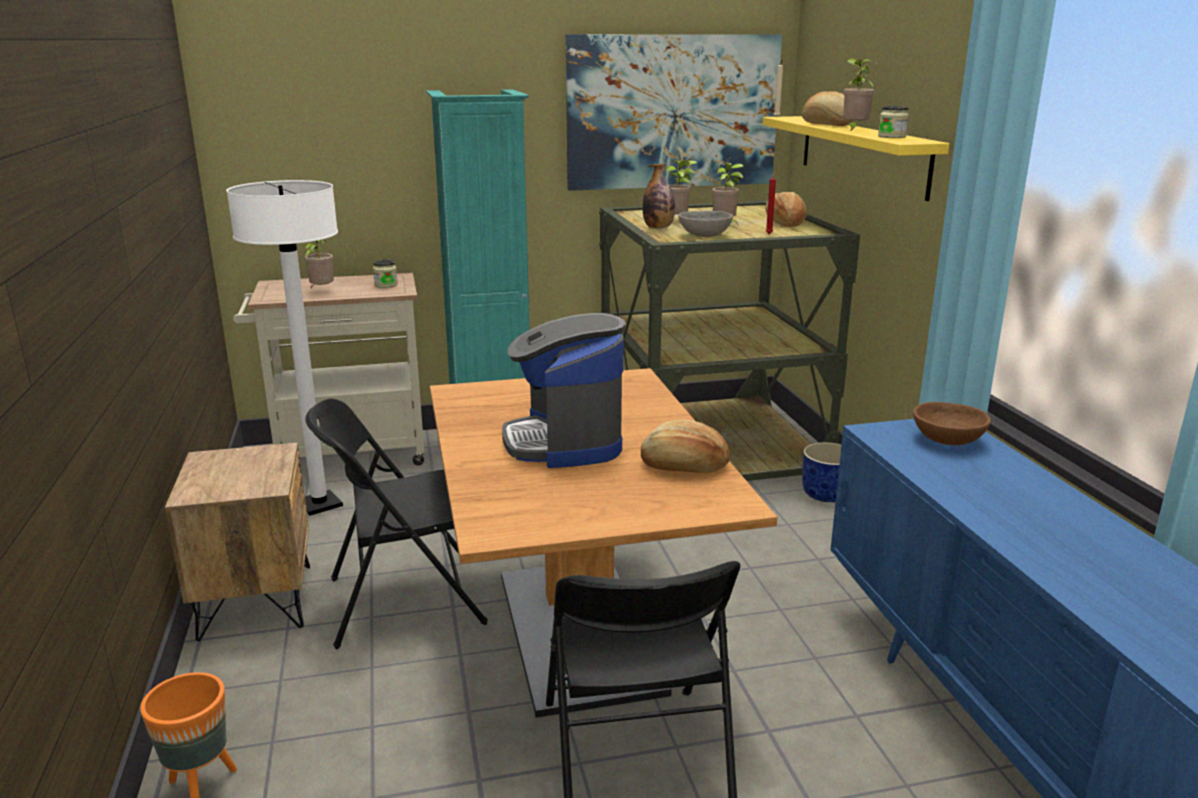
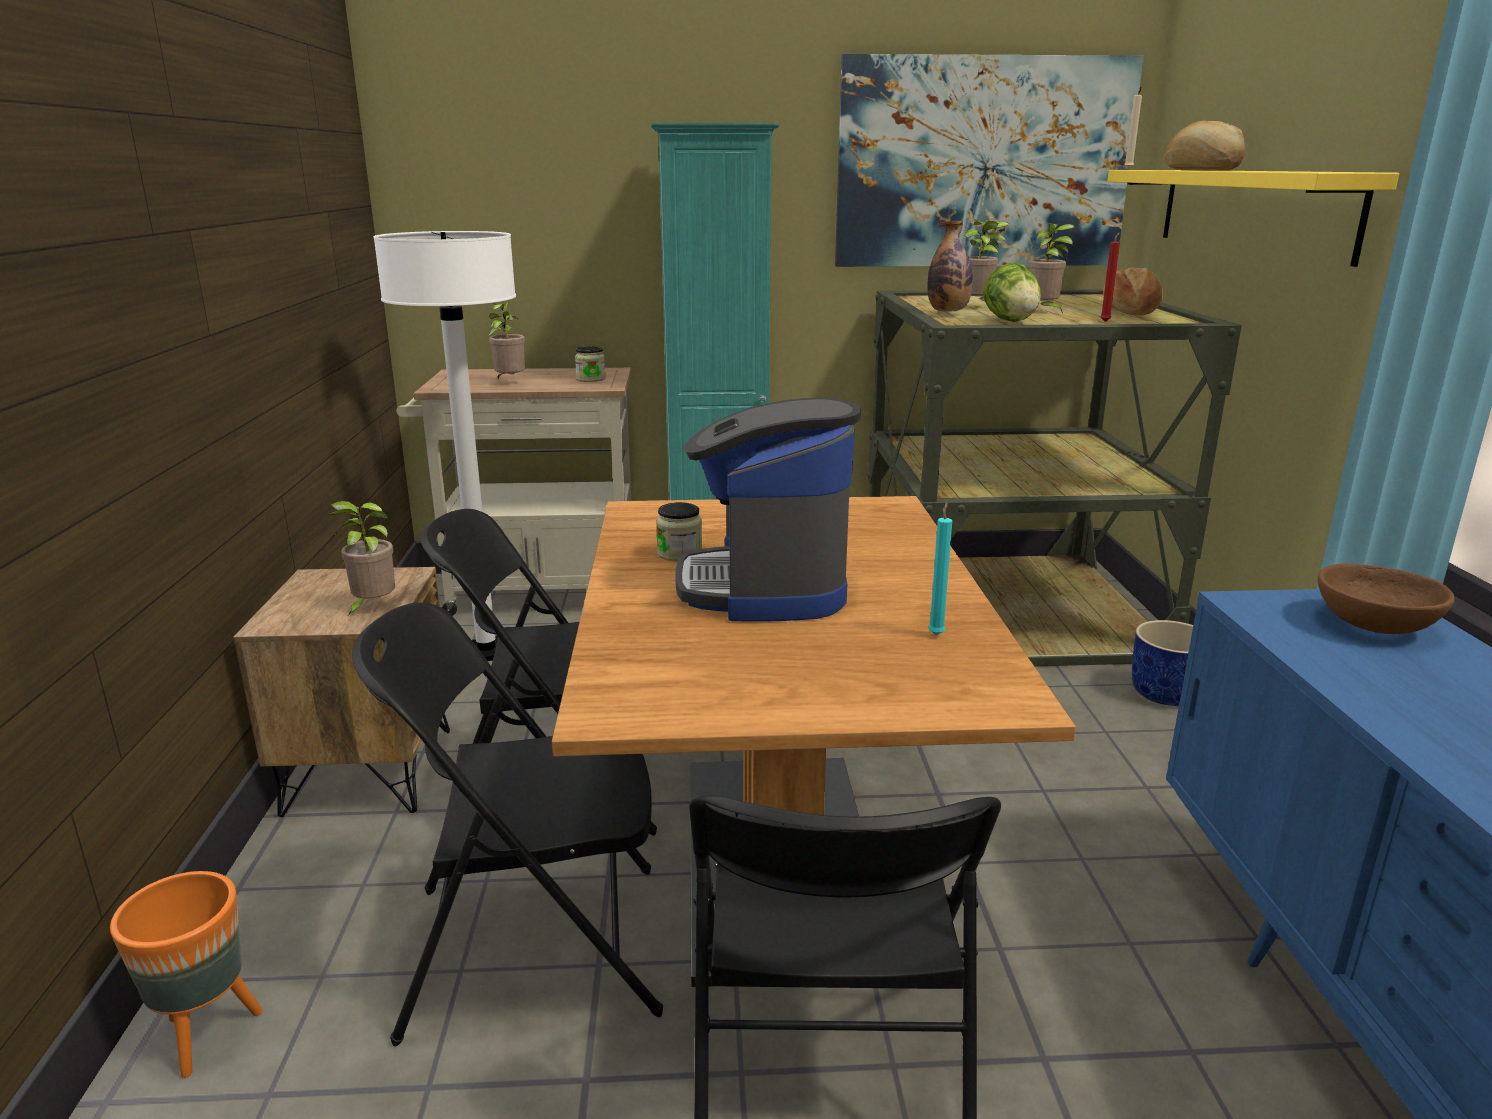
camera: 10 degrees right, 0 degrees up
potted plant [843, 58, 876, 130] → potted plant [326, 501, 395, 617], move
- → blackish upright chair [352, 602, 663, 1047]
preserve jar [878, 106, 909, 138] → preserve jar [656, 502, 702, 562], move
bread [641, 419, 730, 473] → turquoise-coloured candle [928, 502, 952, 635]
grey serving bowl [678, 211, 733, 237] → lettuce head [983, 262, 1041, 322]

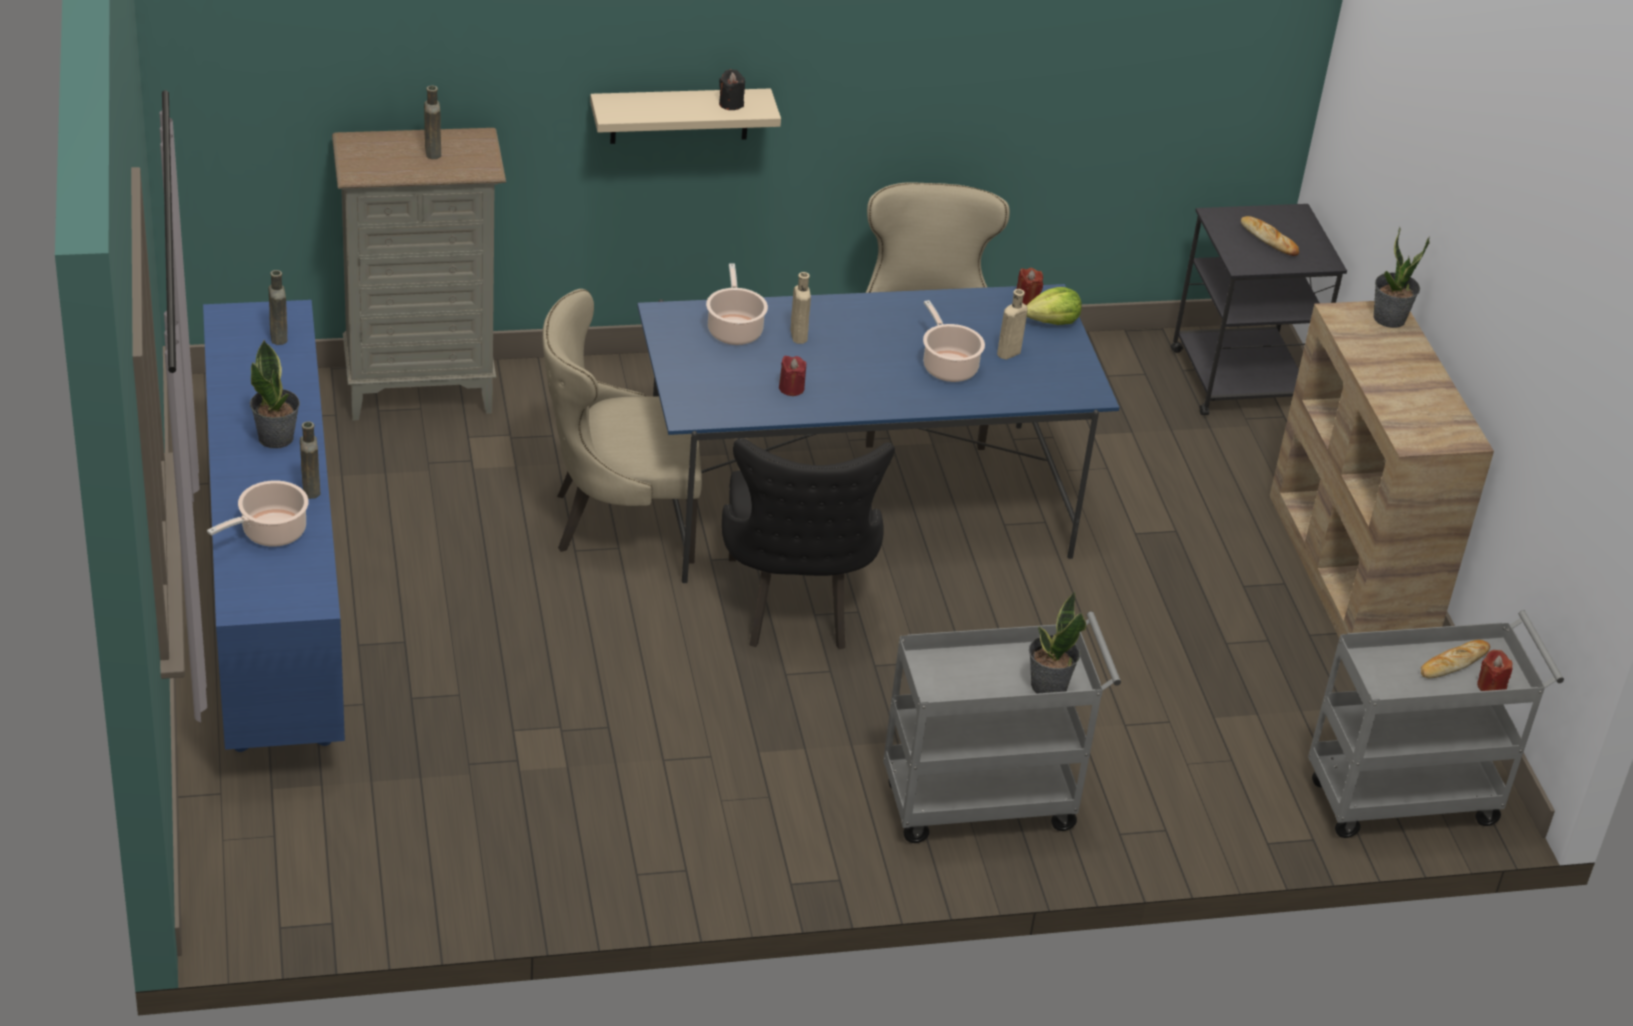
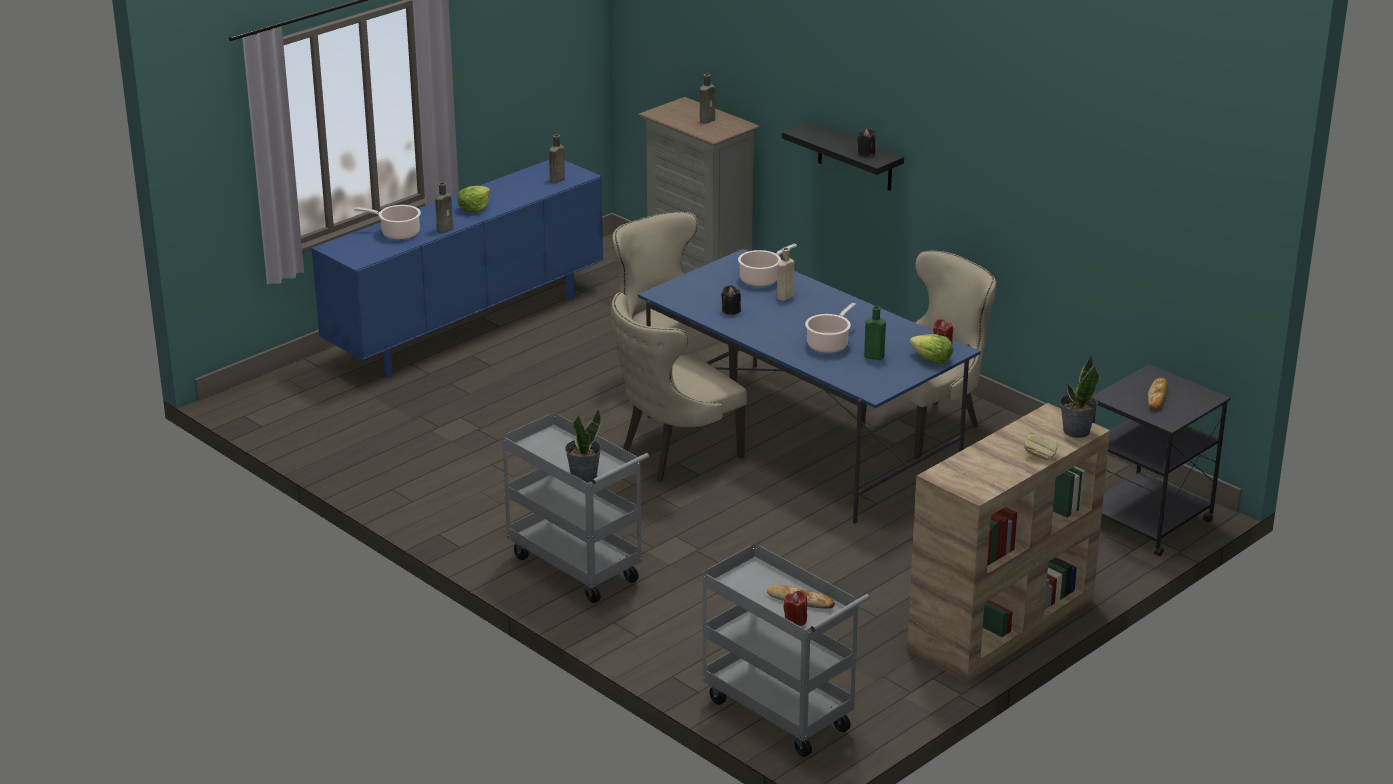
camera: 60 degrees right, 10 degrees down
potted plant [250, 340, 300, 448] → lettuce head [457, 186, 490, 213]
blackish upright chair [722, 438, 895, 649] → sand-coloured upright chair [611, 292, 747, 482]
red-coloured candle [779, 356, 806, 396] → blackish candle [721, 286, 741, 315]
sand-coloured wall shelf [590, 88, 781, 144] → blackish wall shelf [782, 122, 904, 191]
sand-coloured bottle [997, 289, 1028, 360] → greenish bottle [864, 306, 886, 360]
- → bread [1024, 433, 1058, 460]

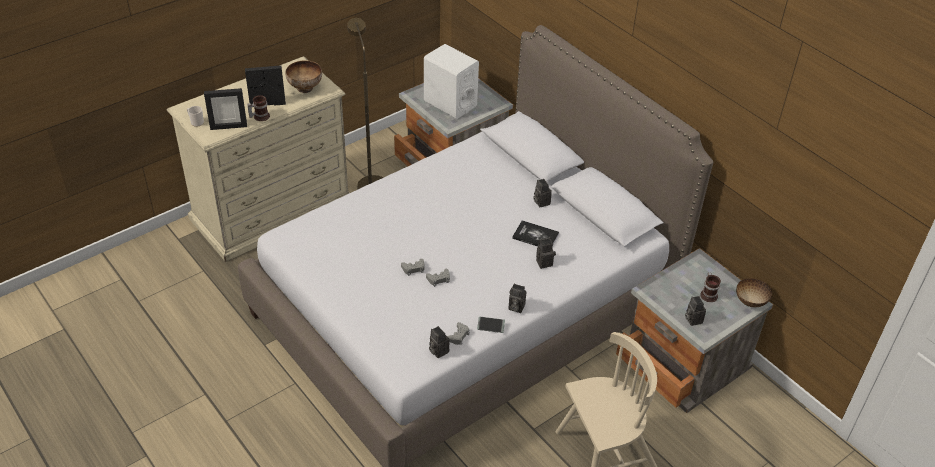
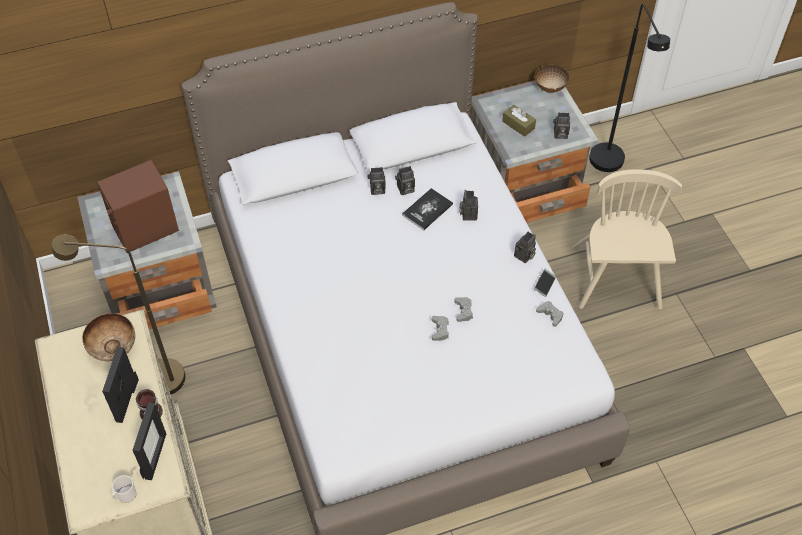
camera: 70 degrees left, 10 degrees up
whitish speaker [424, 44, 479, 119] → brown speaker [97, 160, 179, 253]
photo camera [429, 326, 449, 358] → photo camera [395, 166, 415, 195], move
- → brown tissue box [502, 105, 536, 137]
- → blackish standing lamp [589, 3, 670, 172]
mug [700, 273, 721, 302] → -

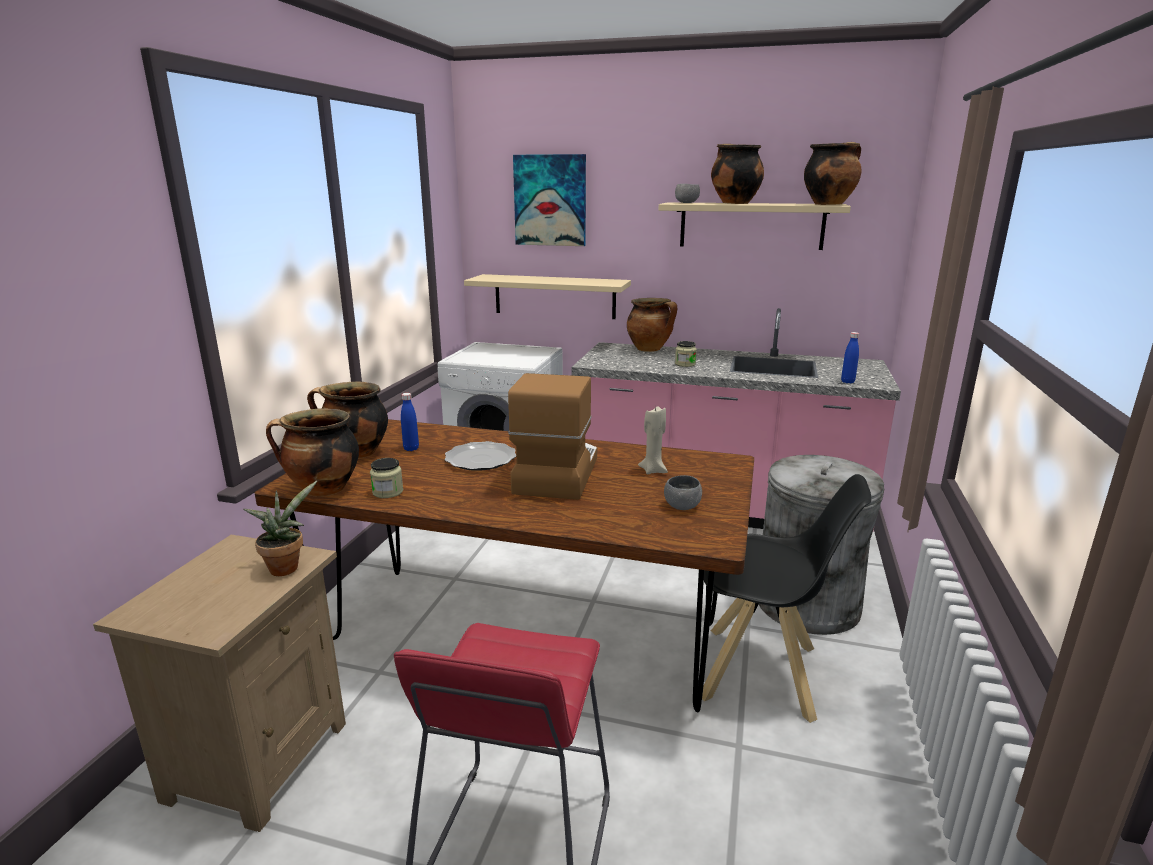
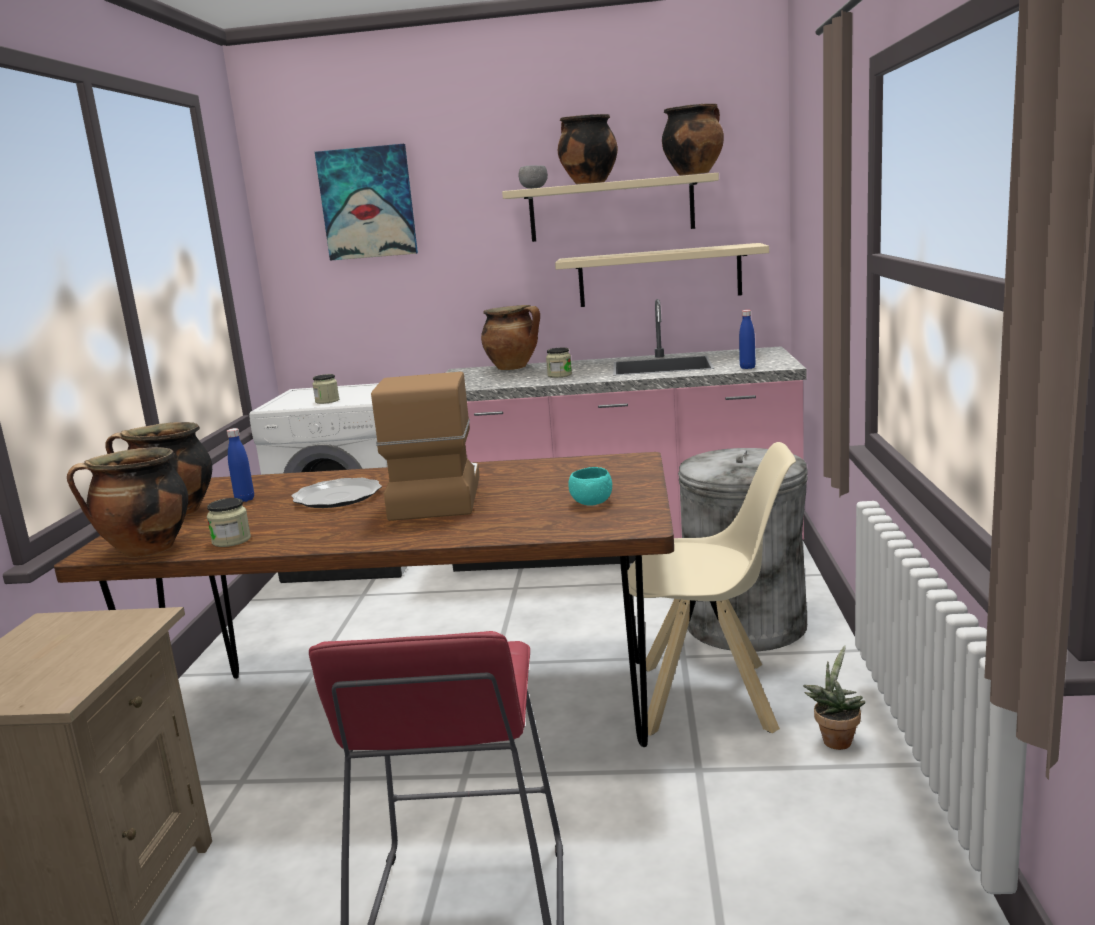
camera: 10 degrees left, 5 degrees down
- → preserve jar [312, 374, 339, 404]
sand-coloured wall shelf [464, 274, 631, 319] → sand-coloured wall shelf [555, 243, 769, 307], move
grey serving bowl [664, 475, 702, 510] → turquoise-coloured serving bowl [568, 467, 612, 506]
blackish upright chair [702, 474, 871, 723] → sand-coloured upright chair [627, 442, 796, 736]
potted plant [243, 481, 317, 576] → potted plant [803, 646, 866, 750], move
sand-coloured candle [638, 406, 668, 474] → -

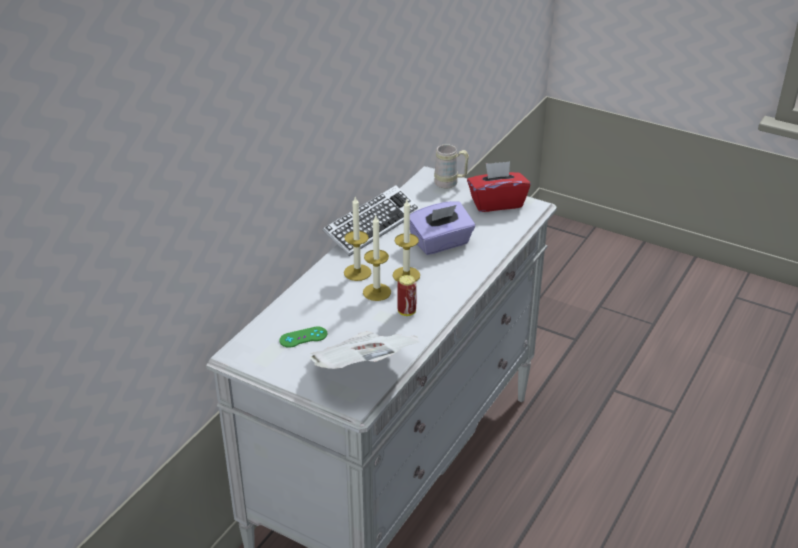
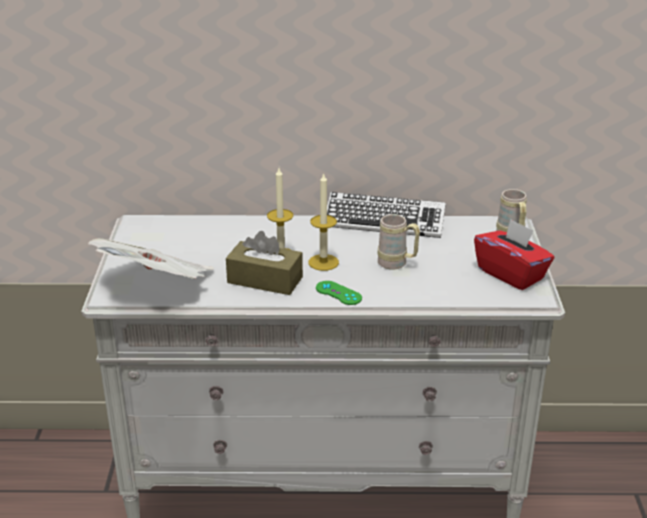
camera: 60 degrees right, 5 degrees down
metal can [397, 275, 417, 316] → brown tissue box [226, 231, 303, 295]
greenish joypad [279, 327, 327, 348] → greenish joypad [316, 281, 362, 305], move
purple-coloured tissue box [410, 201, 475, 255] → sand-coloured mug [377, 214, 420, 270]
candle [344, 196, 371, 281] → -

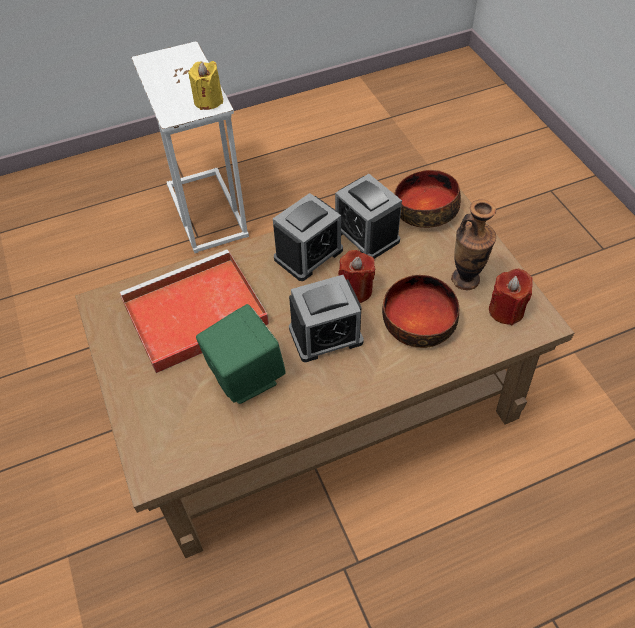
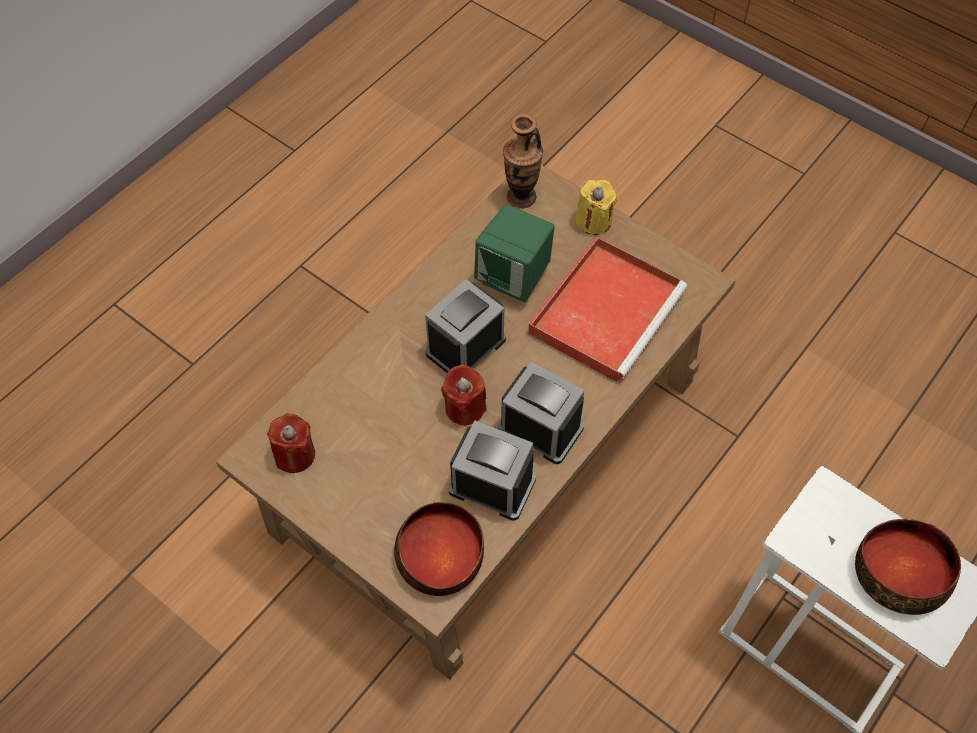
camera: 150 degrees right, 5 degrees up
table clock [273, 193, 343, 281] → table clock [498, 362, 584, 464], 105 degrees clockwise
flower vase [451, 199, 496, 290] → flower vase [503, 114, 543, 208], move
yellow-coloured candle [188, 61, 223, 110] → yellow-coloured candle [575, 180, 617, 235], move
serving bowl [382, 275, 459, 348] → serving bowl [855, 519, 961, 615], move

